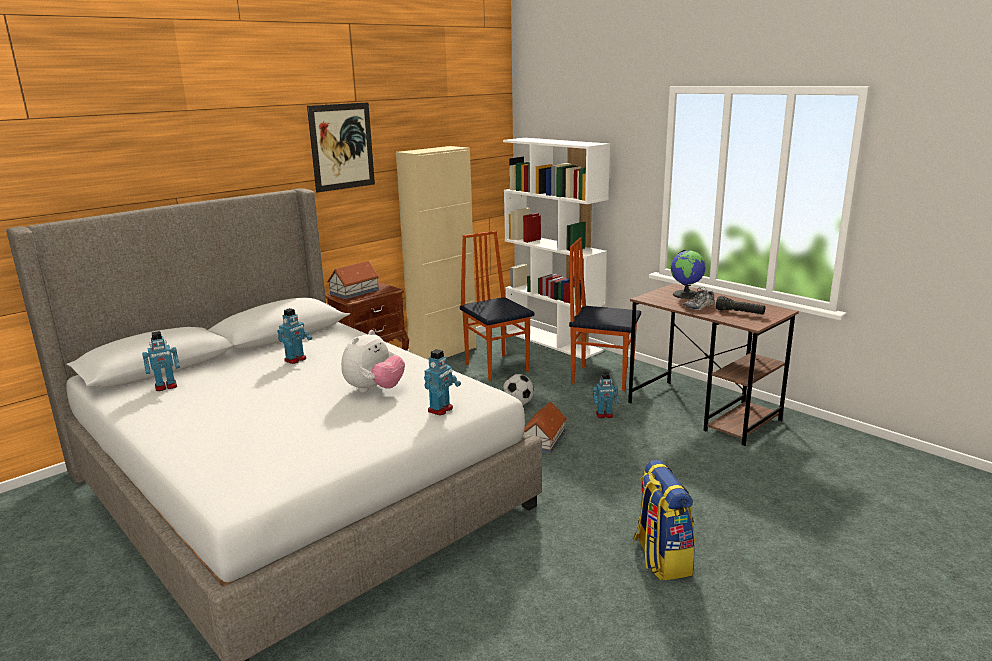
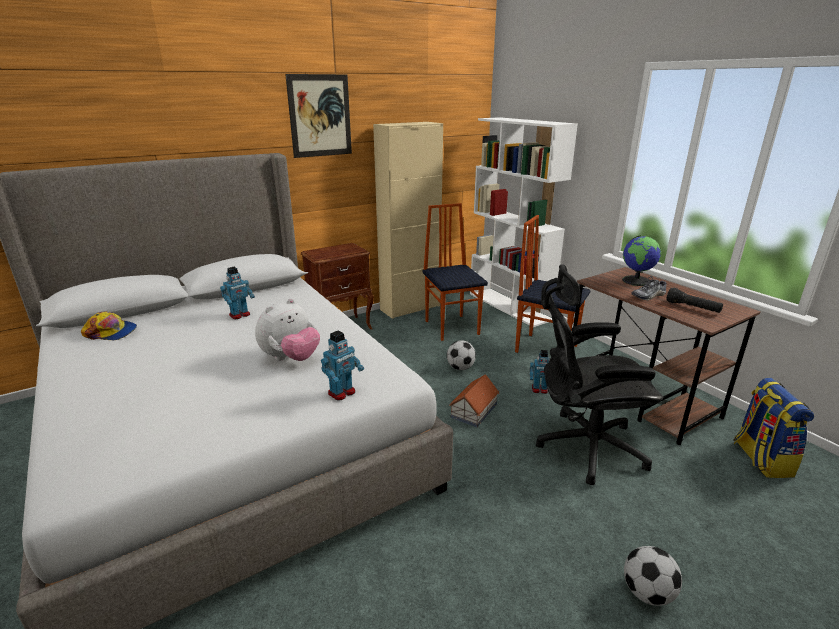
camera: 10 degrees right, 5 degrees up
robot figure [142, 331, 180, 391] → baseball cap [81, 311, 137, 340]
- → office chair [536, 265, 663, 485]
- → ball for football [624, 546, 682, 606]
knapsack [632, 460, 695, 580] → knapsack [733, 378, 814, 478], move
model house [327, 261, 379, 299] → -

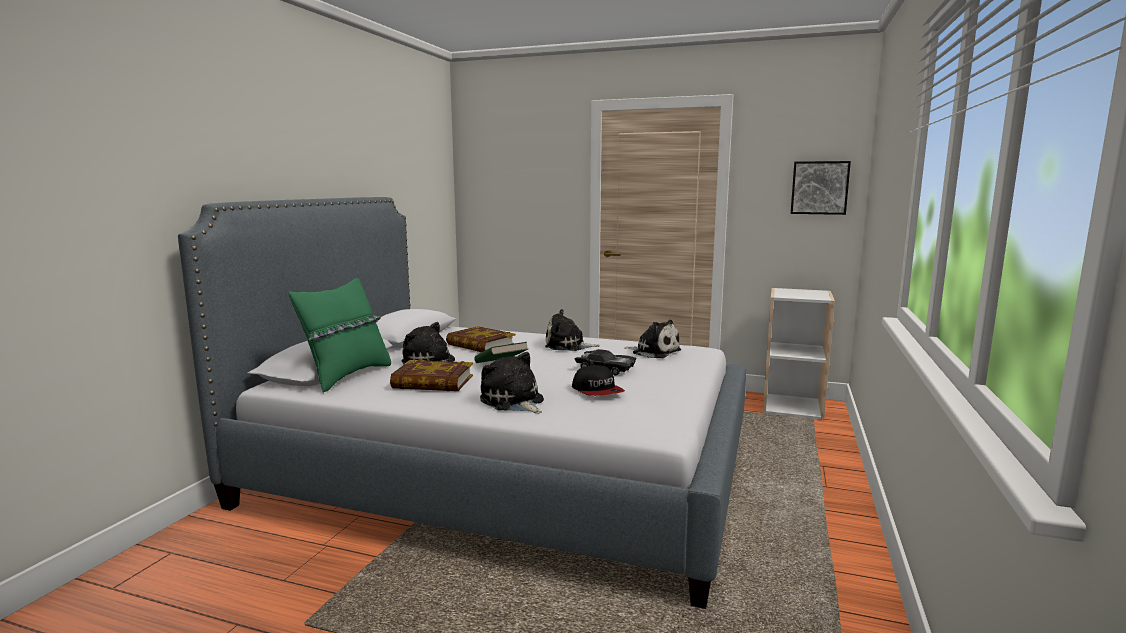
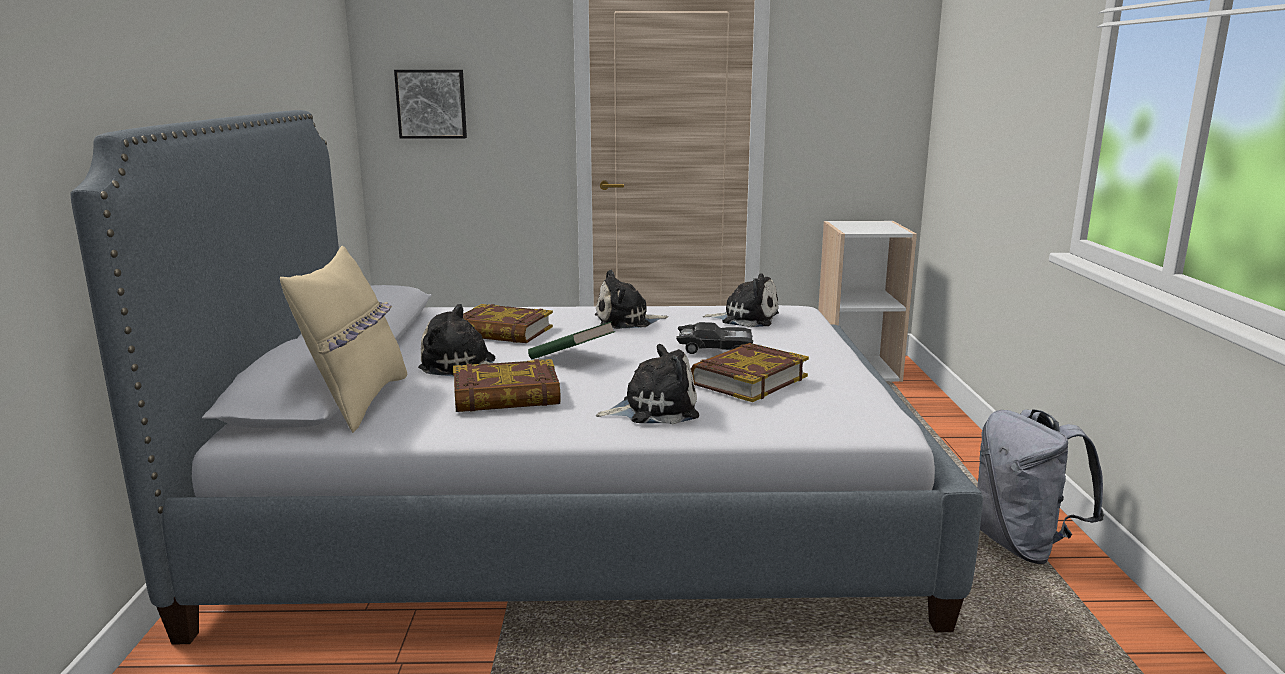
camera: 20 degrees left, 5 degrees up
greenish throw pillow [289, 278, 391, 393] → sand-coloured throw pillow [280, 246, 407, 433]
wall picture [791, 161, 851, 215] → wall picture [394, 70, 467, 139], move
plush toy [480, 352, 544, 413] → plush toy [596, 344, 699, 424], 135 degrees clockwise
baseball cap [572, 365, 625, 396] → book [691, 343, 809, 402]
- → grey knapsack [977, 409, 1104, 564]

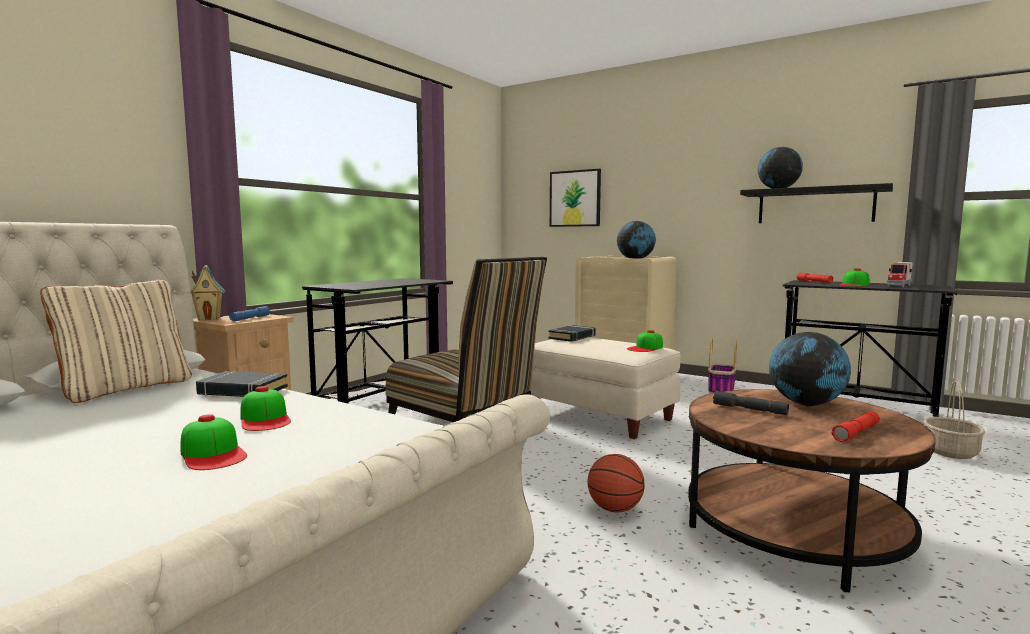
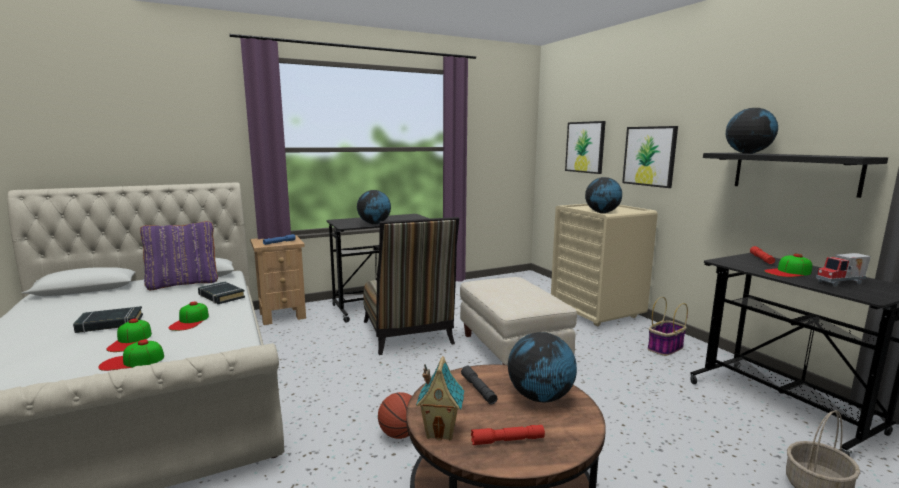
camera: 30 degrees right, 5 degrees up
blackish book [548, 325, 596, 342] → blackish book [73, 306, 143, 333], move
baseball cap [627, 330, 663, 352] → baseball cap [98, 339, 164, 371], move
sand-coloured throw pillow [40, 280, 192, 403] → purple-coloured throw pillow [140, 221, 218, 290]
- → desk globe [357, 190, 391, 224]
model house [191, 265, 225, 320] → model house [416, 356, 464, 440], move
- → wall picture [622, 126, 678, 188]

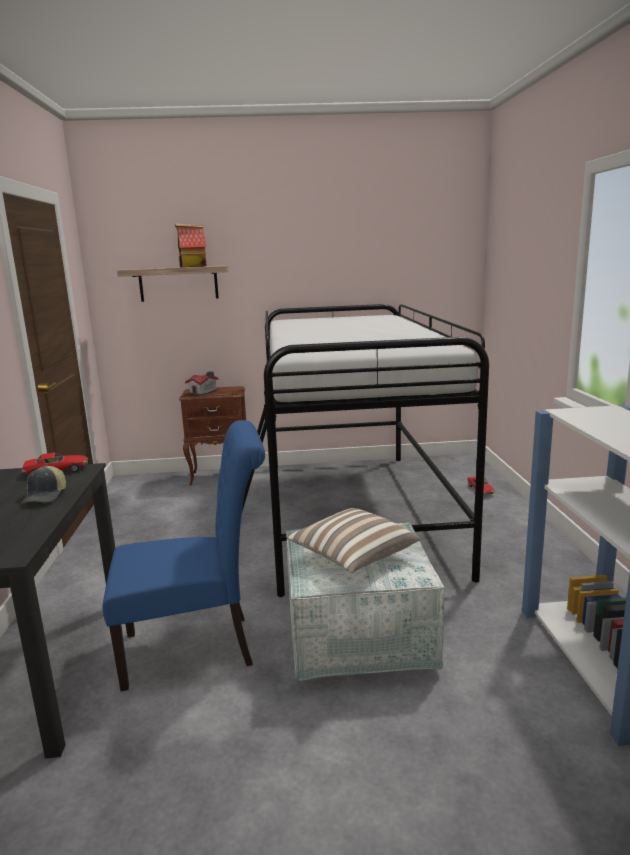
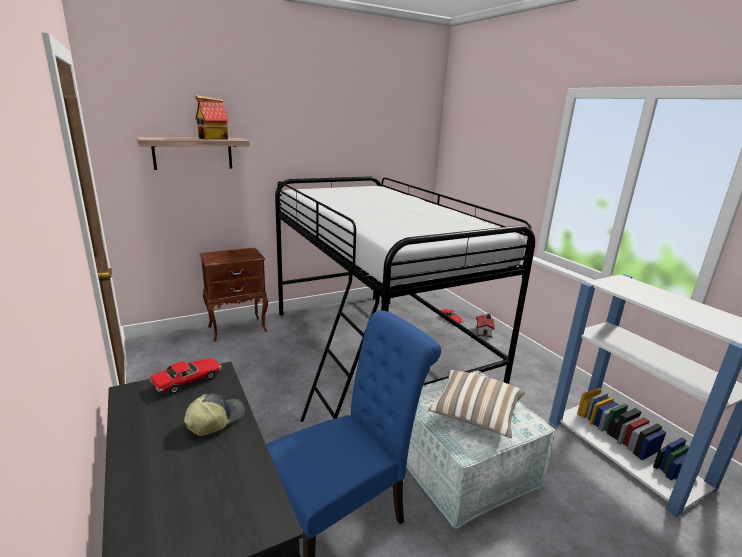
camera: 25 degrees left, 5 degrees up
baseball cap [21, 466, 66, 504] → baseball cap [184, 394, 245, 436], 120 degrees counterclockwise
model house [185, 371, 218, 396] → model house [476, 314, 495, 337], move

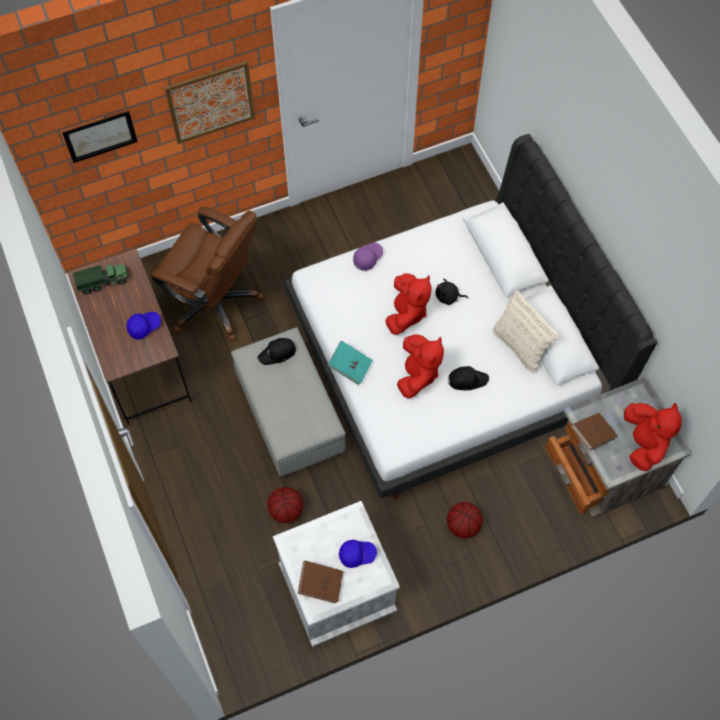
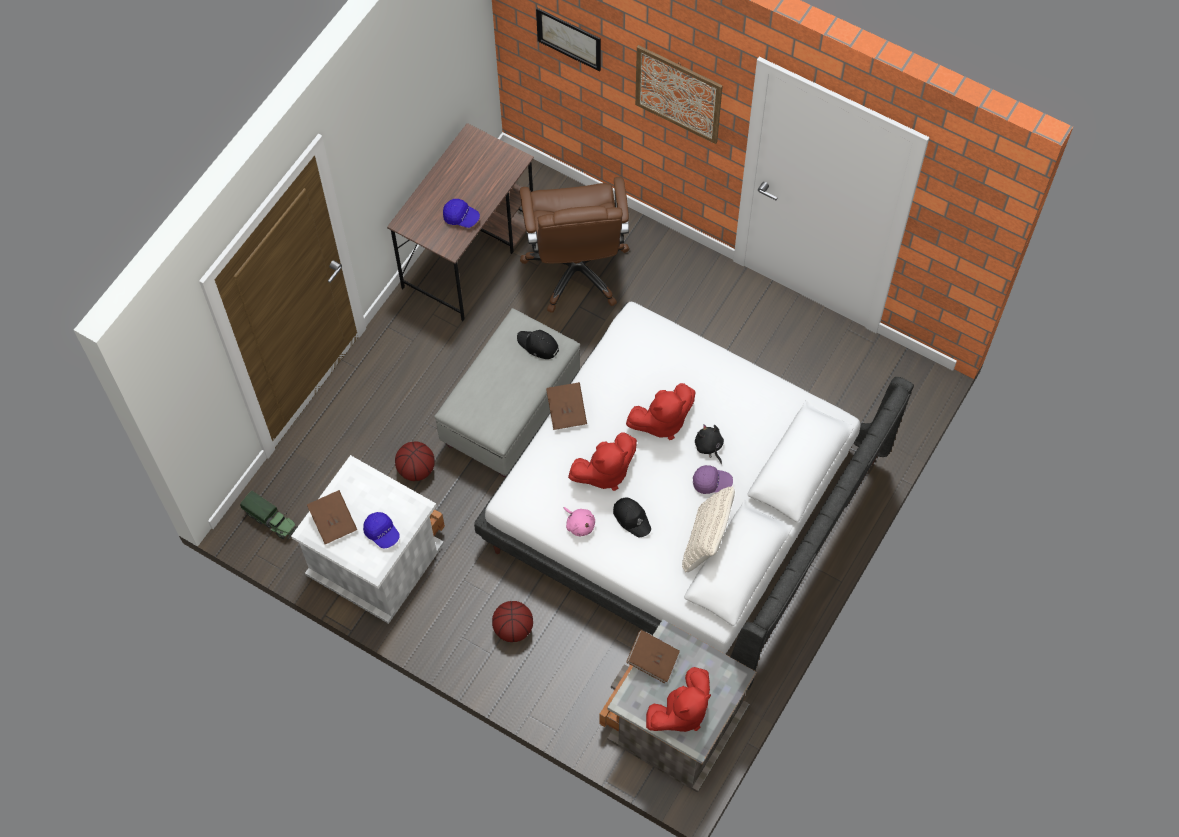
camera: 55 degrees right, 0 degrees up
model truck [73, 263, 130, 294] → model truck [240, 491, 298, 540], move
turquoise-coloured book [327, 341, 372, 385] → brown book [546, 382, 587, 430]
- → pink-coloured plush toy [564, 507, 595, 537]
purple-coloured baseball cap [353, 243, 383, 271] → purple-coloured baseball cap [693, 465, 733, 494], move

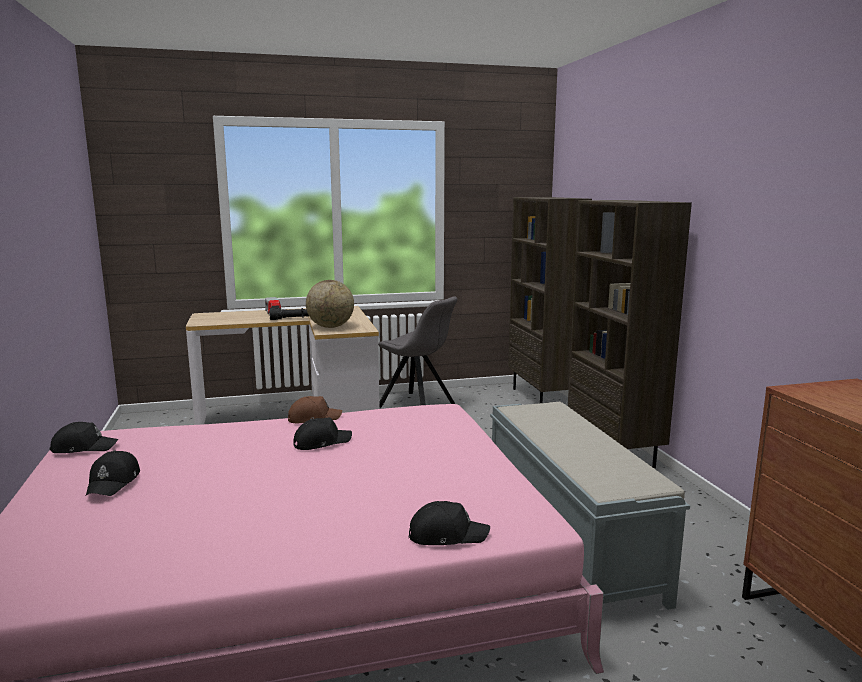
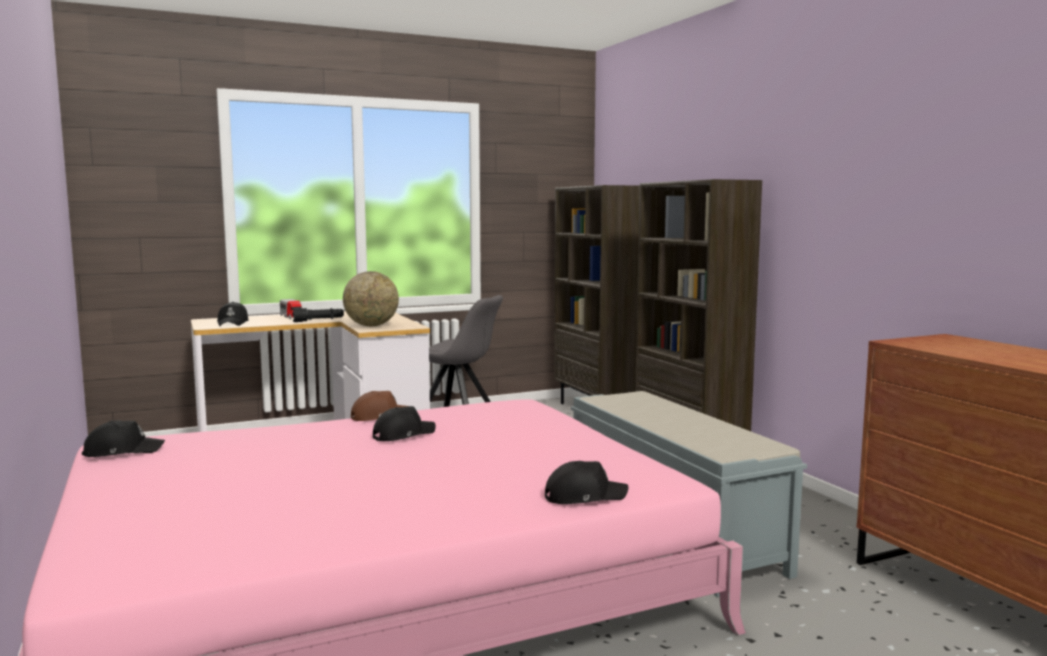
camera: 10 degrees left, 5 degrees down
blackish baseball cap [86, 451, 140, 496] → blackish baseball cap [217, 302, 249, 326], move

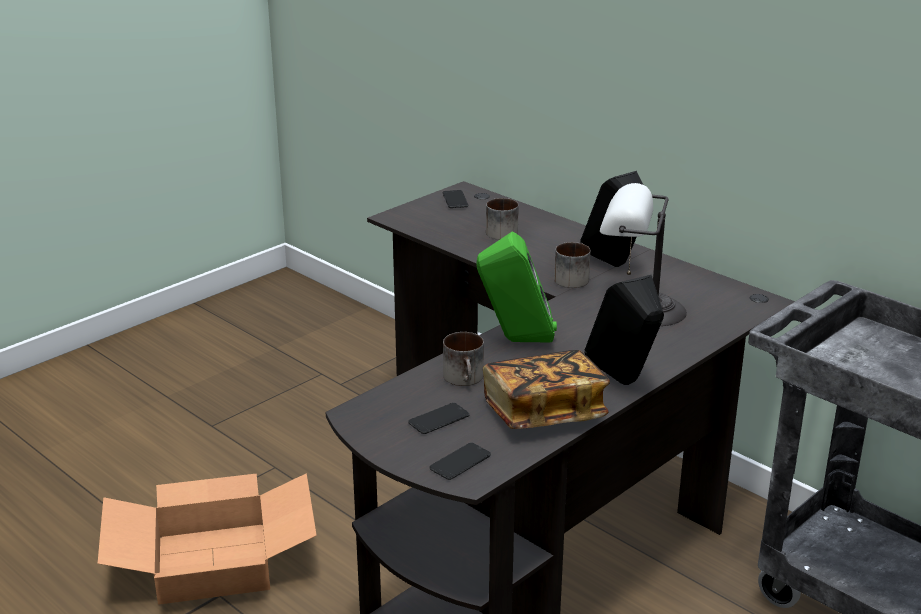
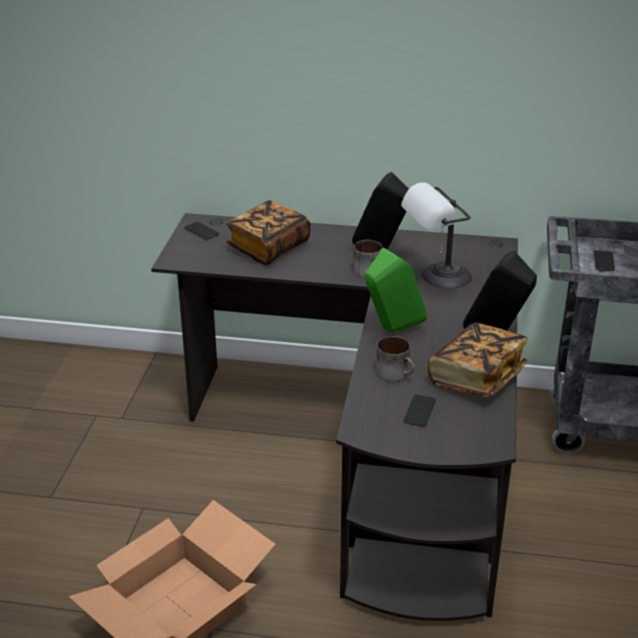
camera: 35 degrees left, 5 degrees up
mug [486, 198, 519, 240] → book [226, 200, 310, 265]
handset [429, 443, 491, 480] → handset [593, 250, 615, 271], move

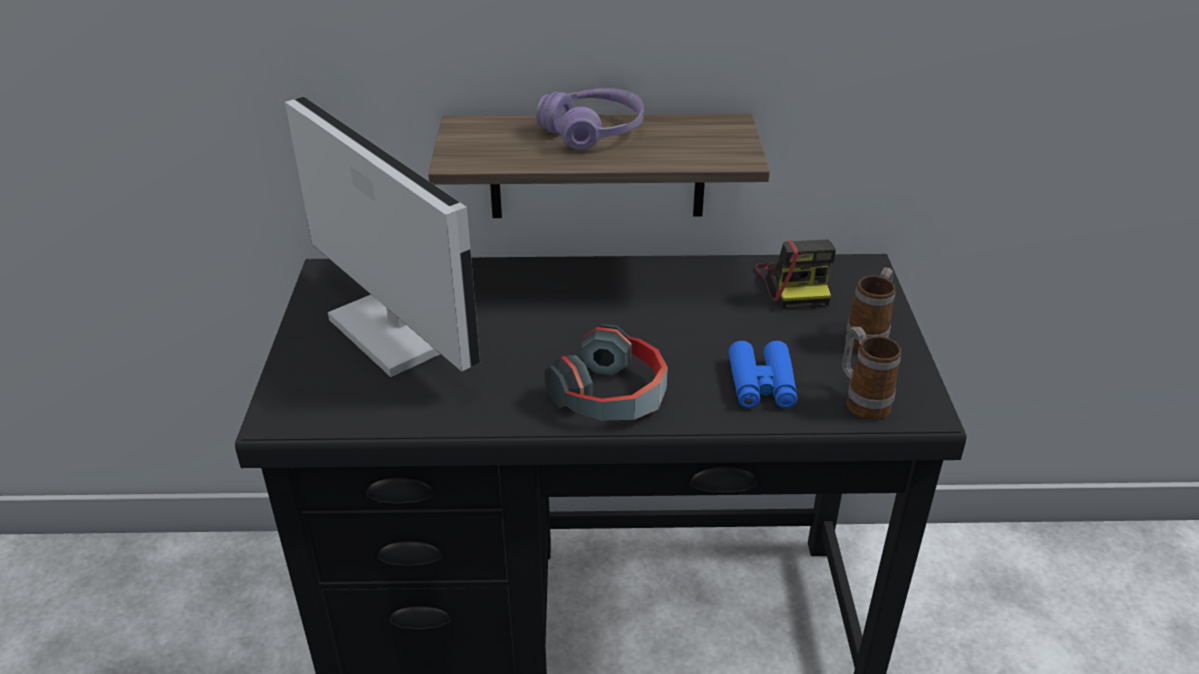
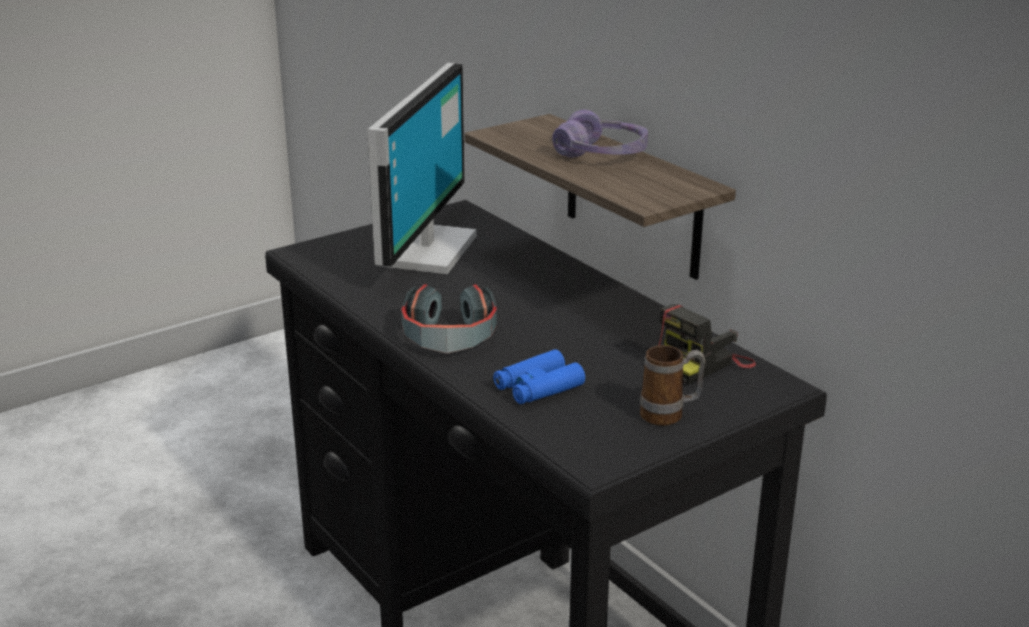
camera: 55 degrees right, 10 degrees down
mug [842, 327, 901, 420] → -

